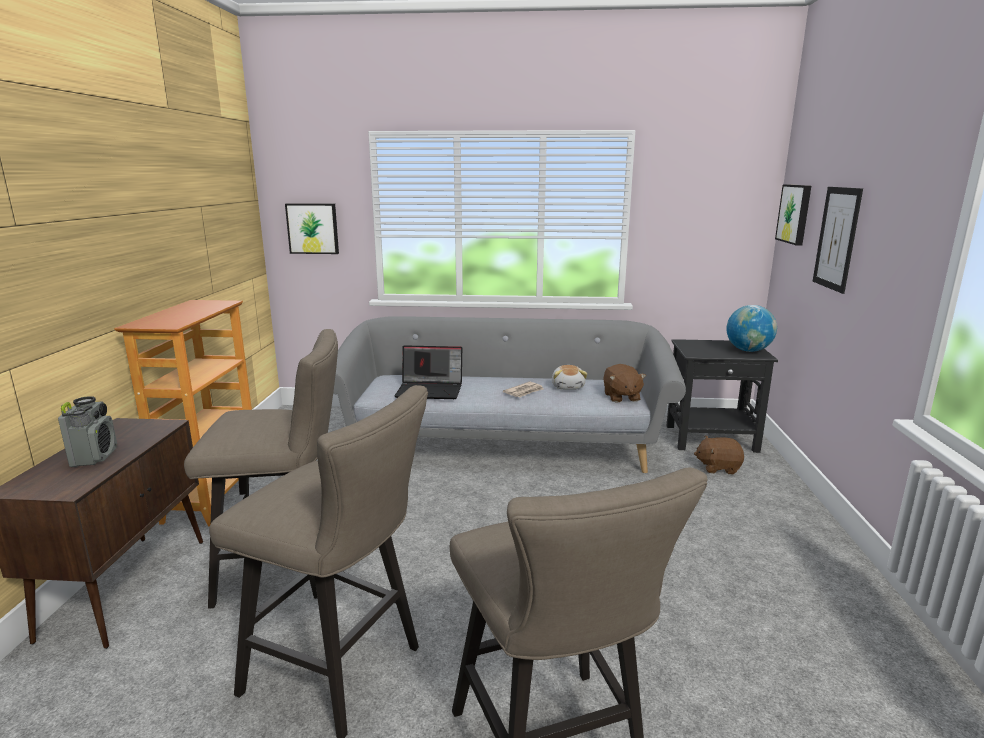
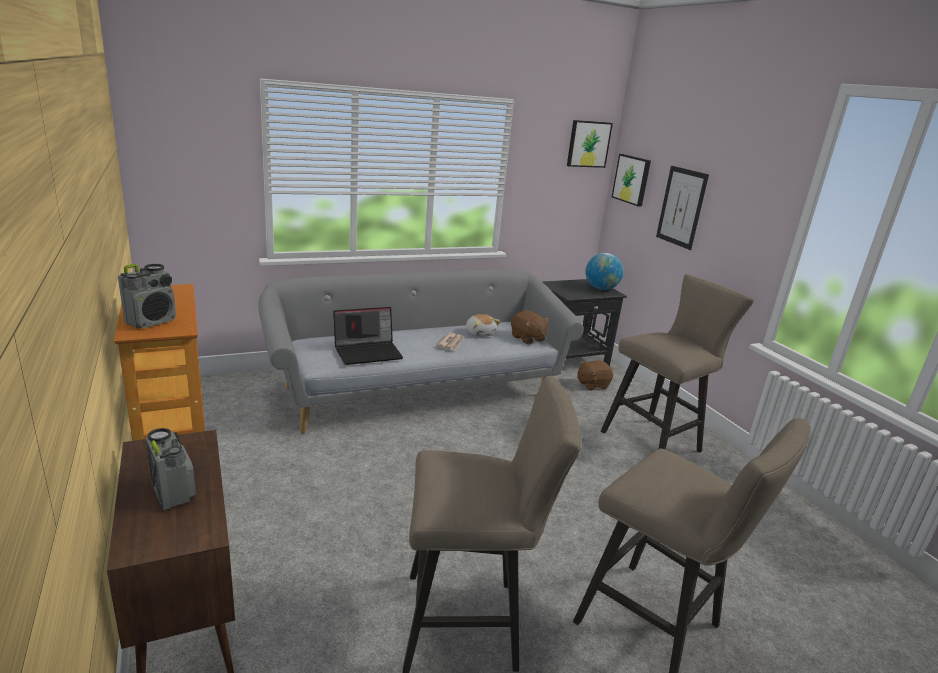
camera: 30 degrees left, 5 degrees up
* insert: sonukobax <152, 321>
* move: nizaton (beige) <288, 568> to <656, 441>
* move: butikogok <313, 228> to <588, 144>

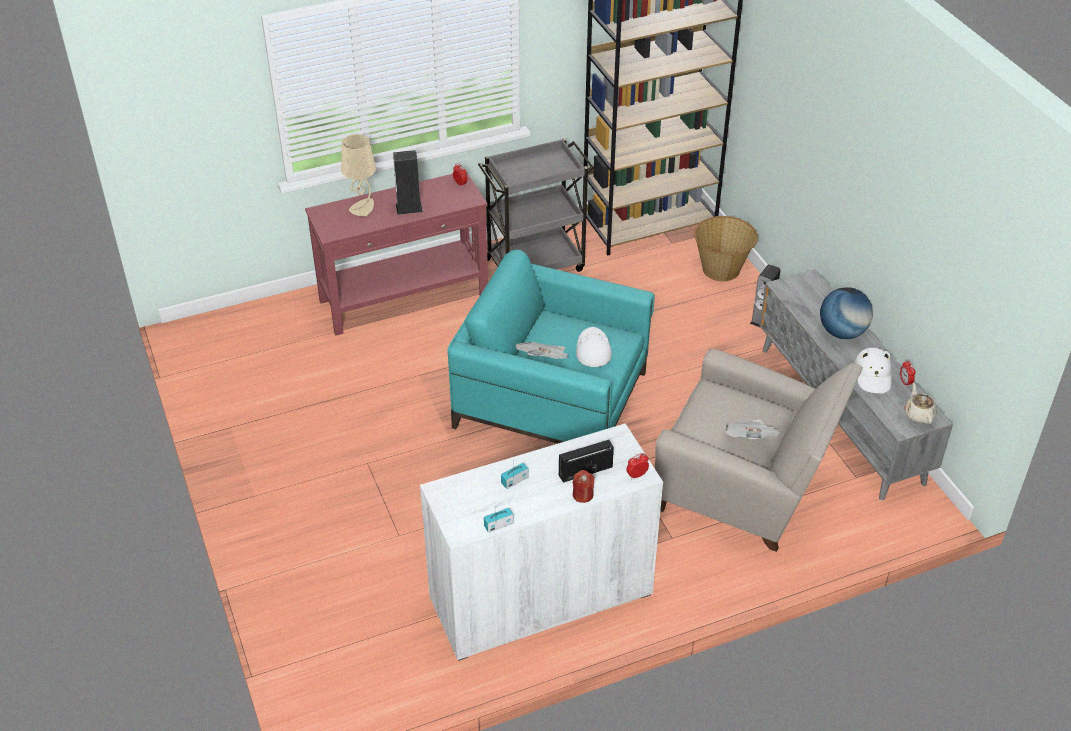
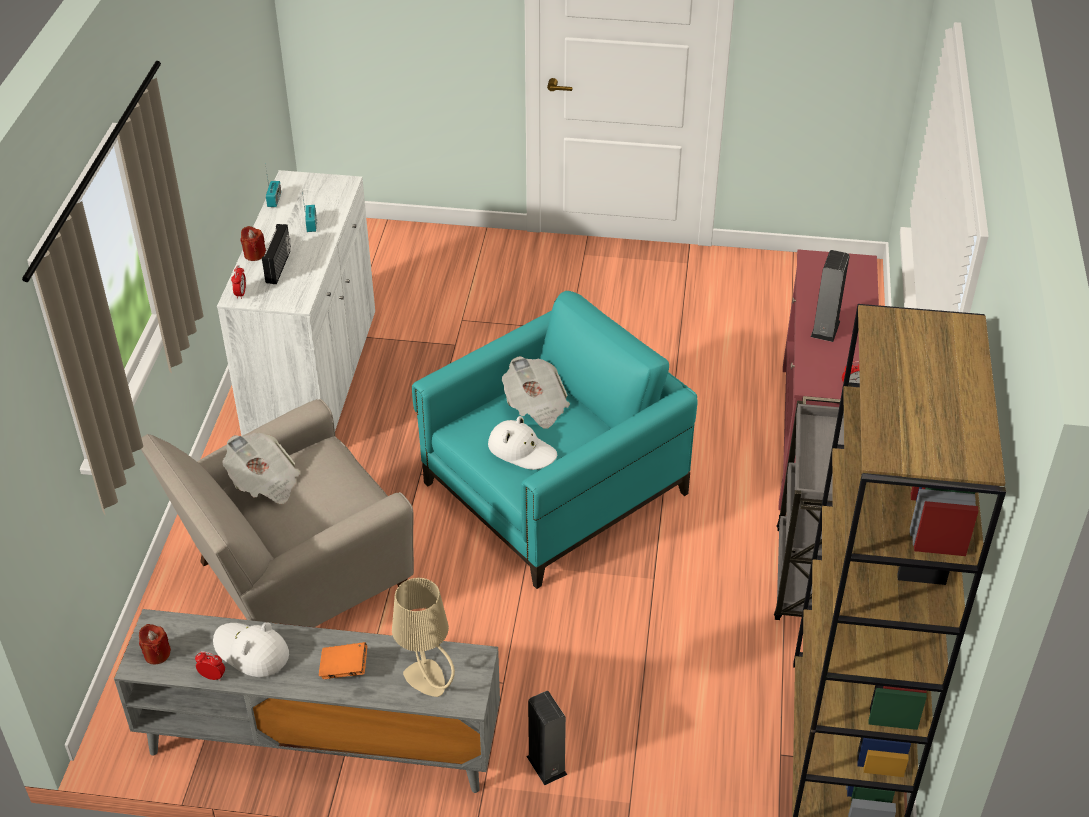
camera: 120 degrees right, 0 degrees up
* delete: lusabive <721, 270>
* move: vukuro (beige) <362, 208> to <427, 679>
* replace: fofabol <842, 332> to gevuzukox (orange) <344, 668>
* replace: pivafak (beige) <918, 414> to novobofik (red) <157, 654>

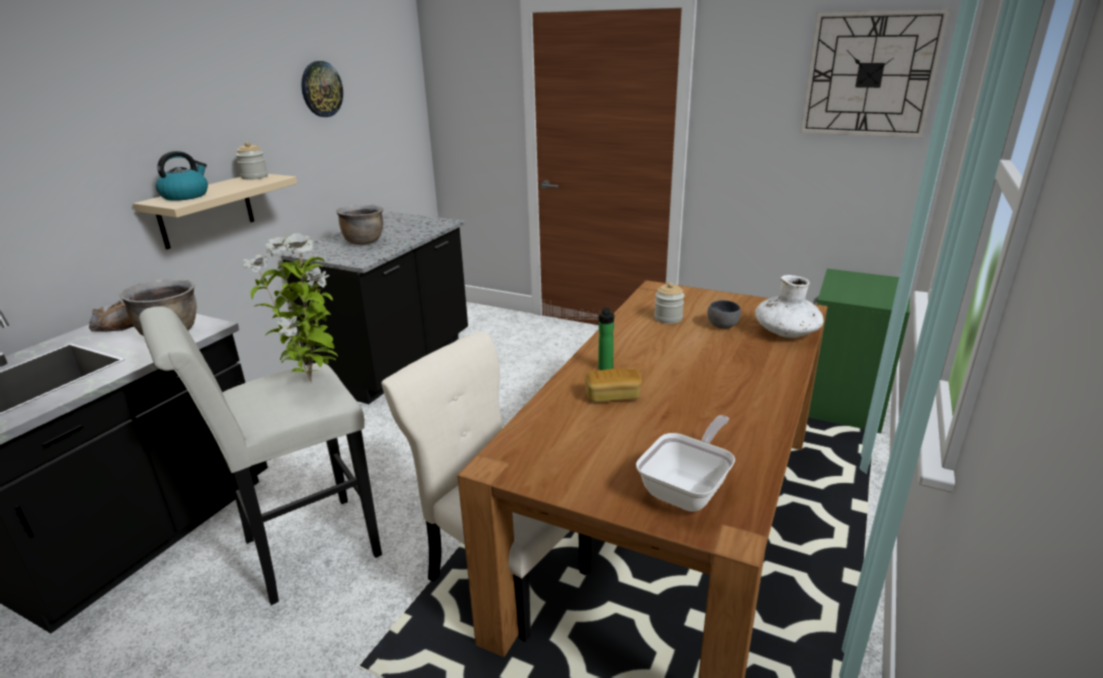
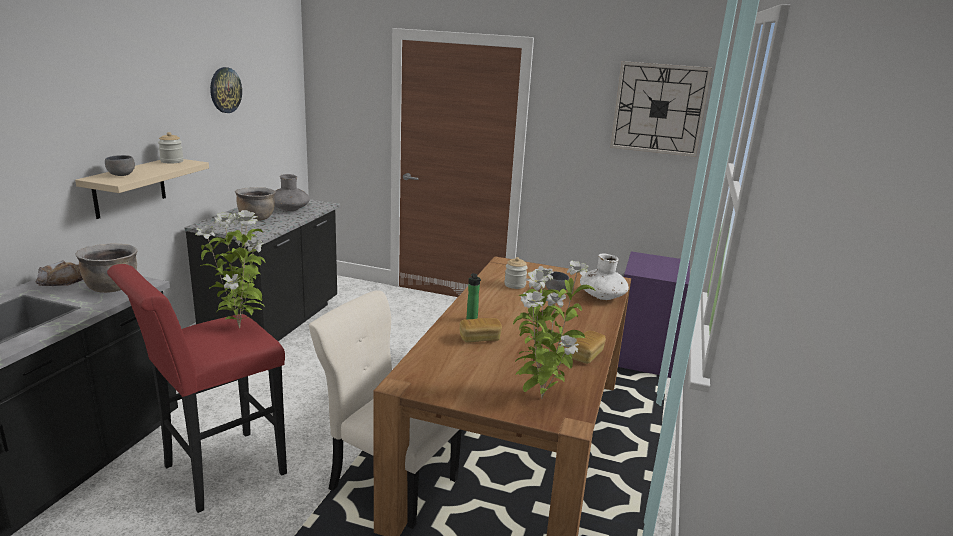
camera: 10 degrees left, 5 degrees down
* insert: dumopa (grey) <290, 209>
* insert: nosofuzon <586, 355>
* replace: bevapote <186, 196> to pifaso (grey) <120, 175>
* replace: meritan <688, 489> to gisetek <540, 397>
* recolor: nizaton (white) <301, 552> to nizaton (red) <216, 473>
* recolor: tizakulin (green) <841, 402> to tizakulin (purple) <642, 356>

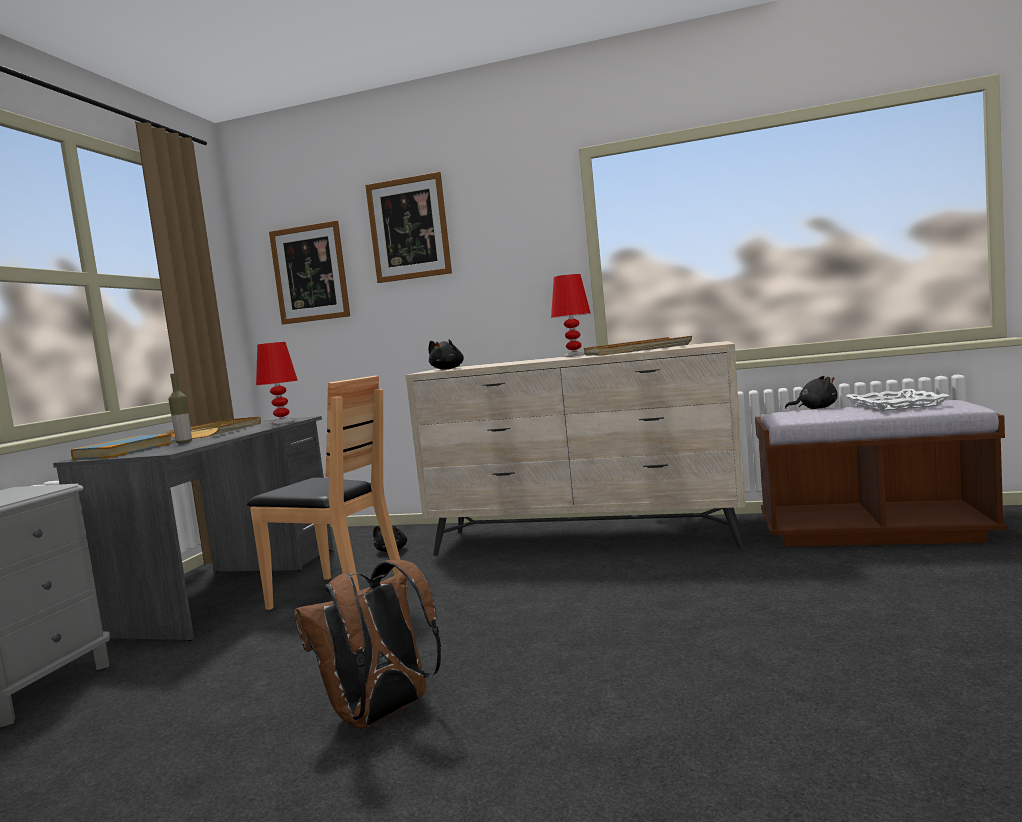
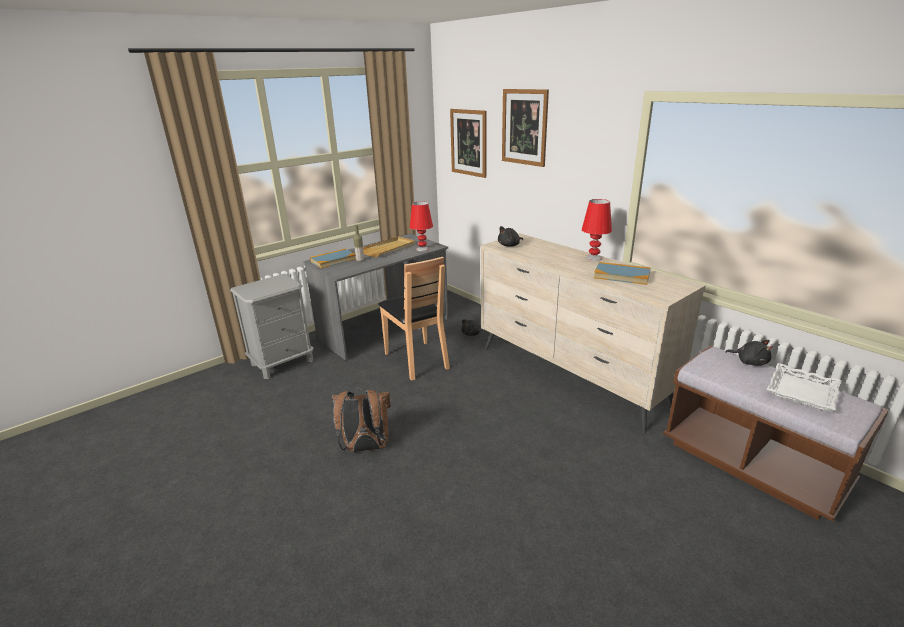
camera: 35 degrees right, 20 degrees up
* replace: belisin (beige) <636, 350> to gevuzukox <621, 275>

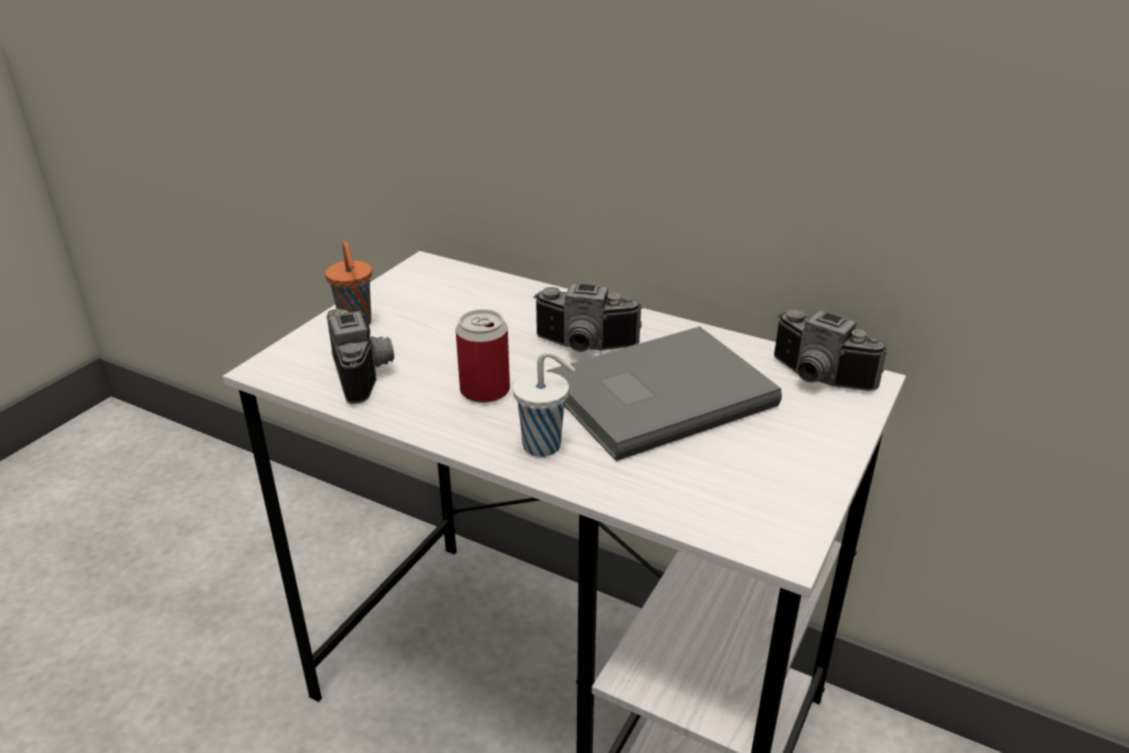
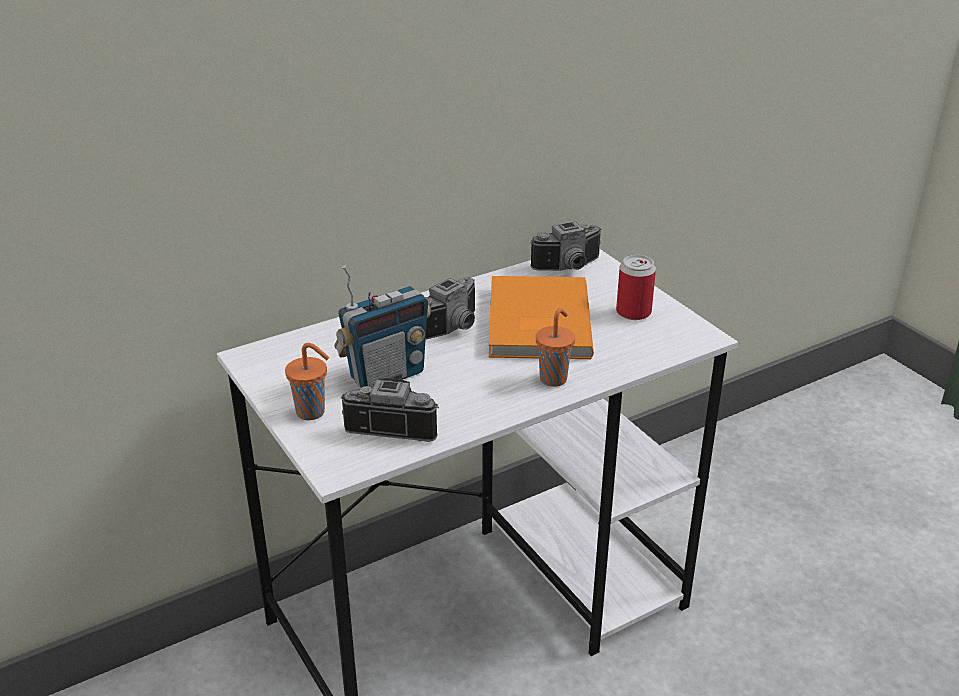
camera: 60 degrees left, 0 degrees up
* insert: sonukobax <386, 375>
* move: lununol <485, 391> to <633, 312>
* recolor: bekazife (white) <544, 446> to bekazife (orange) <554, 378>
* recolor: gevuzukox (grey) <655, 394> to gevuzukox (orange) <535, 323>

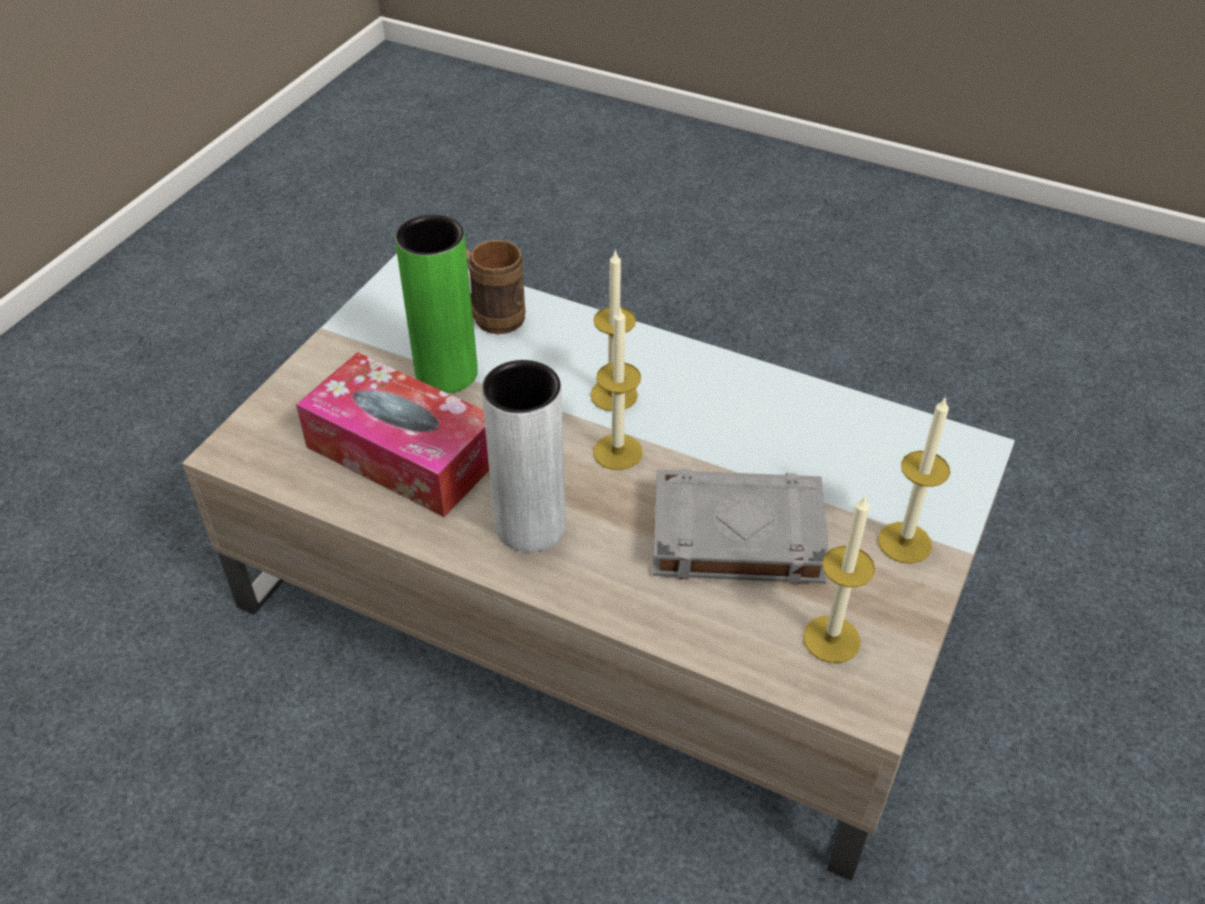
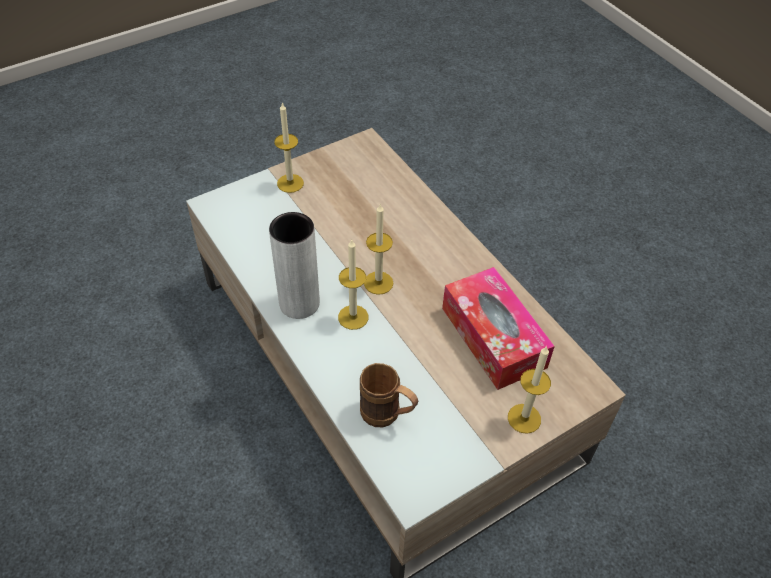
camera: 150 degrees left, 5 degrees up
* delete: dumopa (green) <446, 373>
* delete: gevuzukox (grey) <735, 535>
* move: dumopa (grey) <530, 526> to <299, 303>
* move: novobofik <831, 639> to <524, 418>

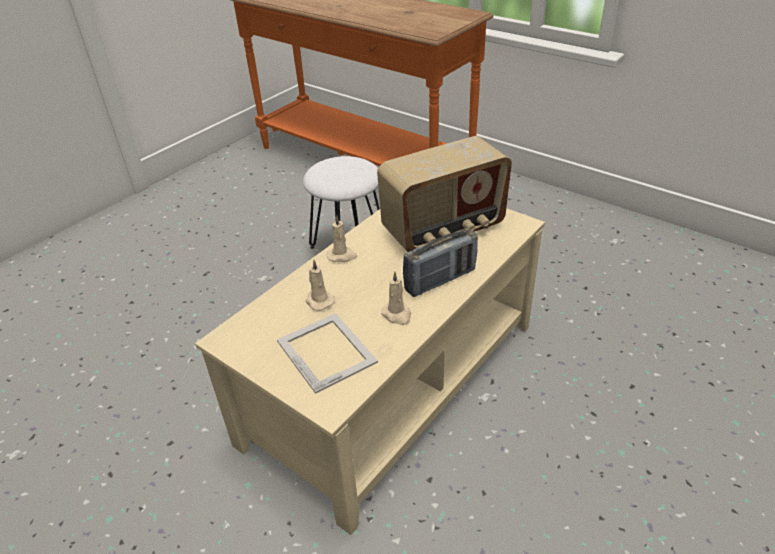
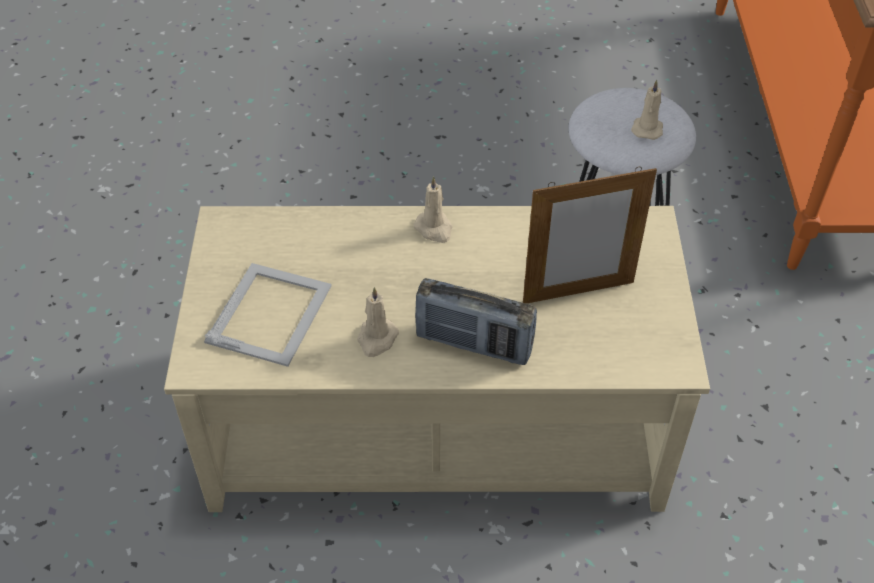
camera: 50 degrees right, 10 degrees up
* move: novobofik (beige) <319, 301> to <647, 128>
* replace: sonukobax <444, 230> to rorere <578, 292>

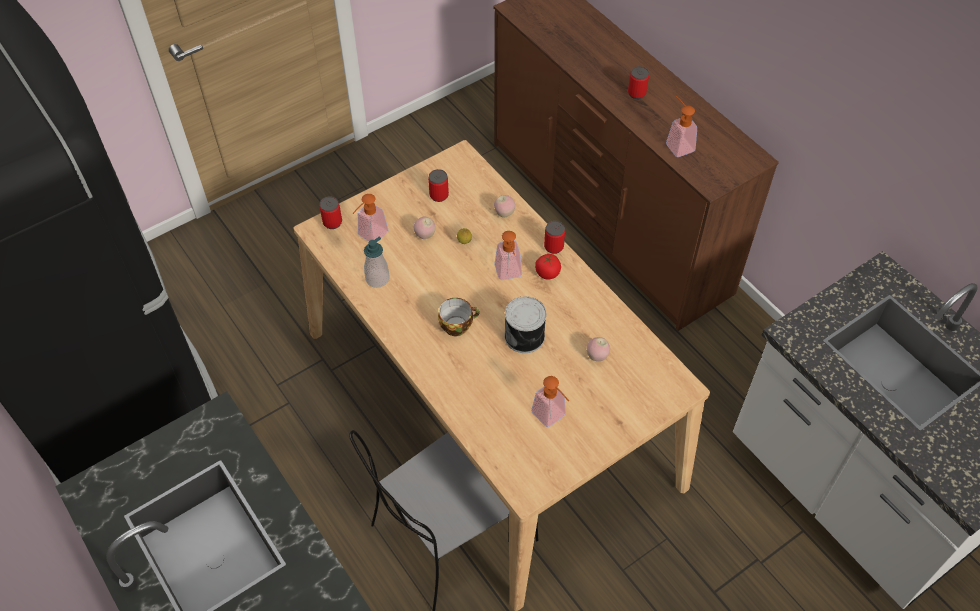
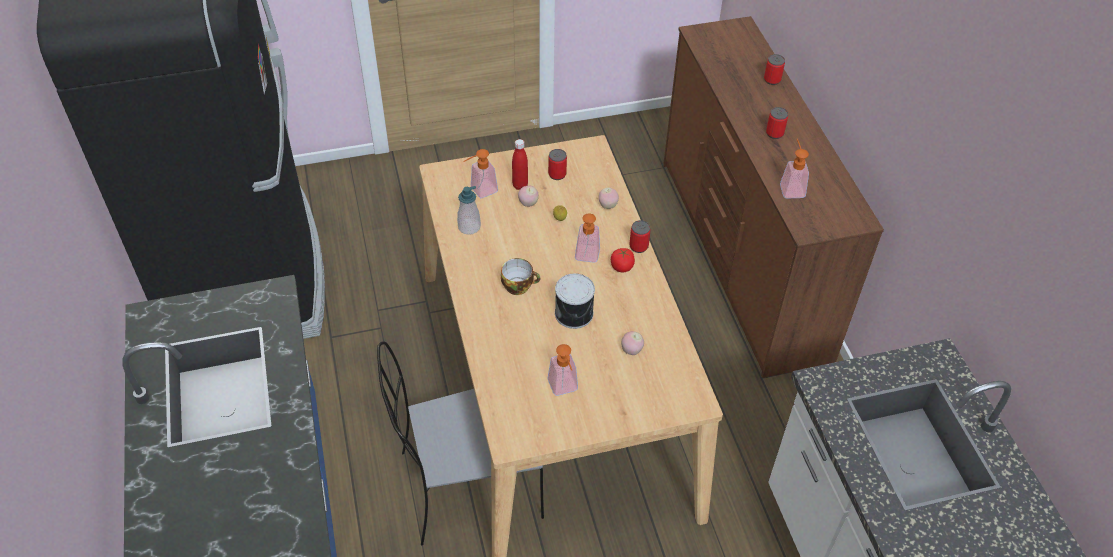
camera: 20 degrees right, 5 degrees down
* insert: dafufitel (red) <520, 185>
* move: lununol <332, 222> to <772, 80>

